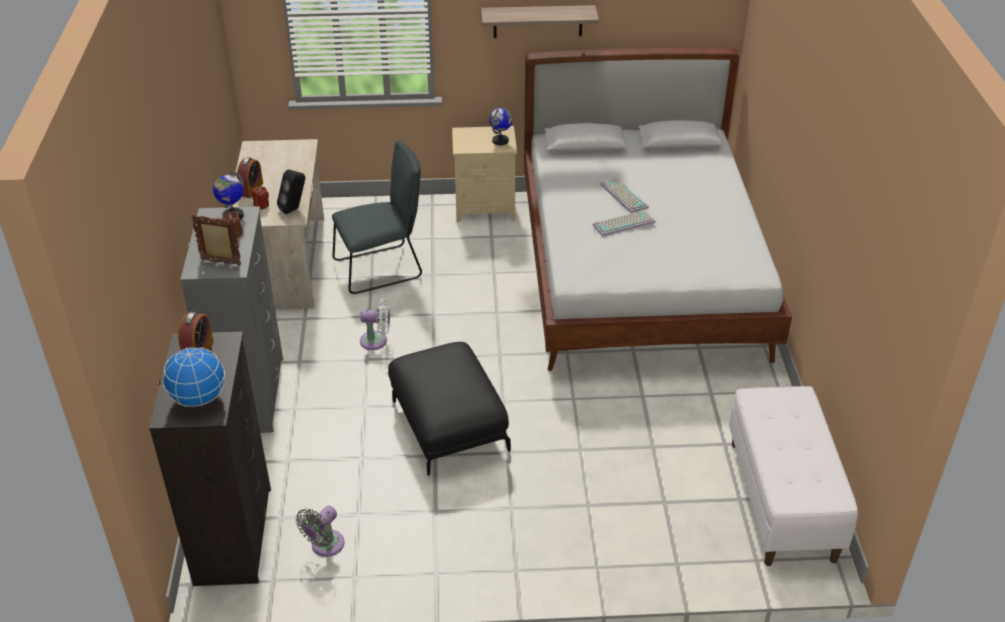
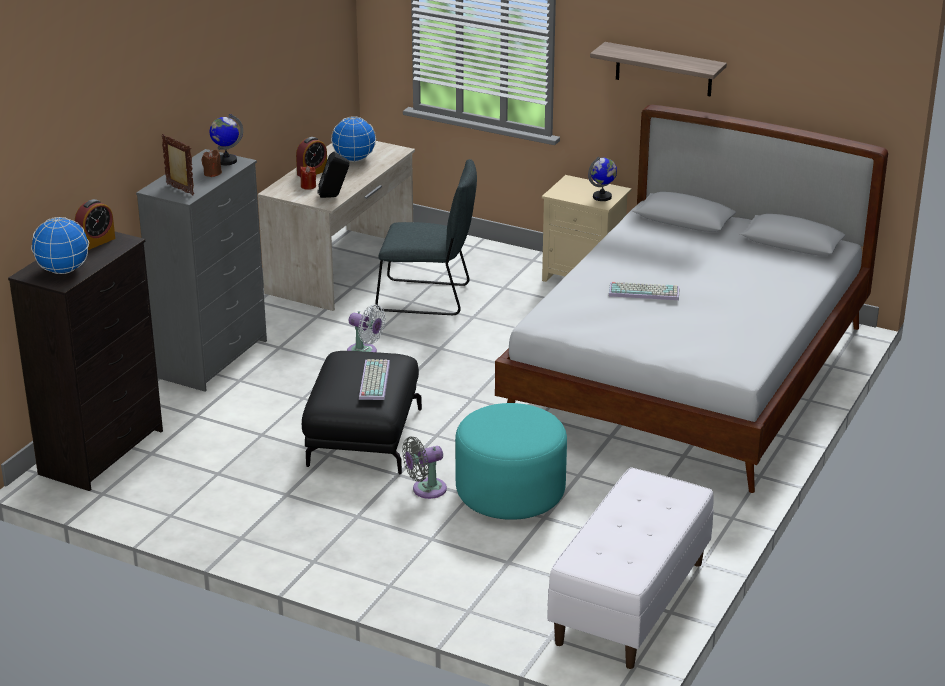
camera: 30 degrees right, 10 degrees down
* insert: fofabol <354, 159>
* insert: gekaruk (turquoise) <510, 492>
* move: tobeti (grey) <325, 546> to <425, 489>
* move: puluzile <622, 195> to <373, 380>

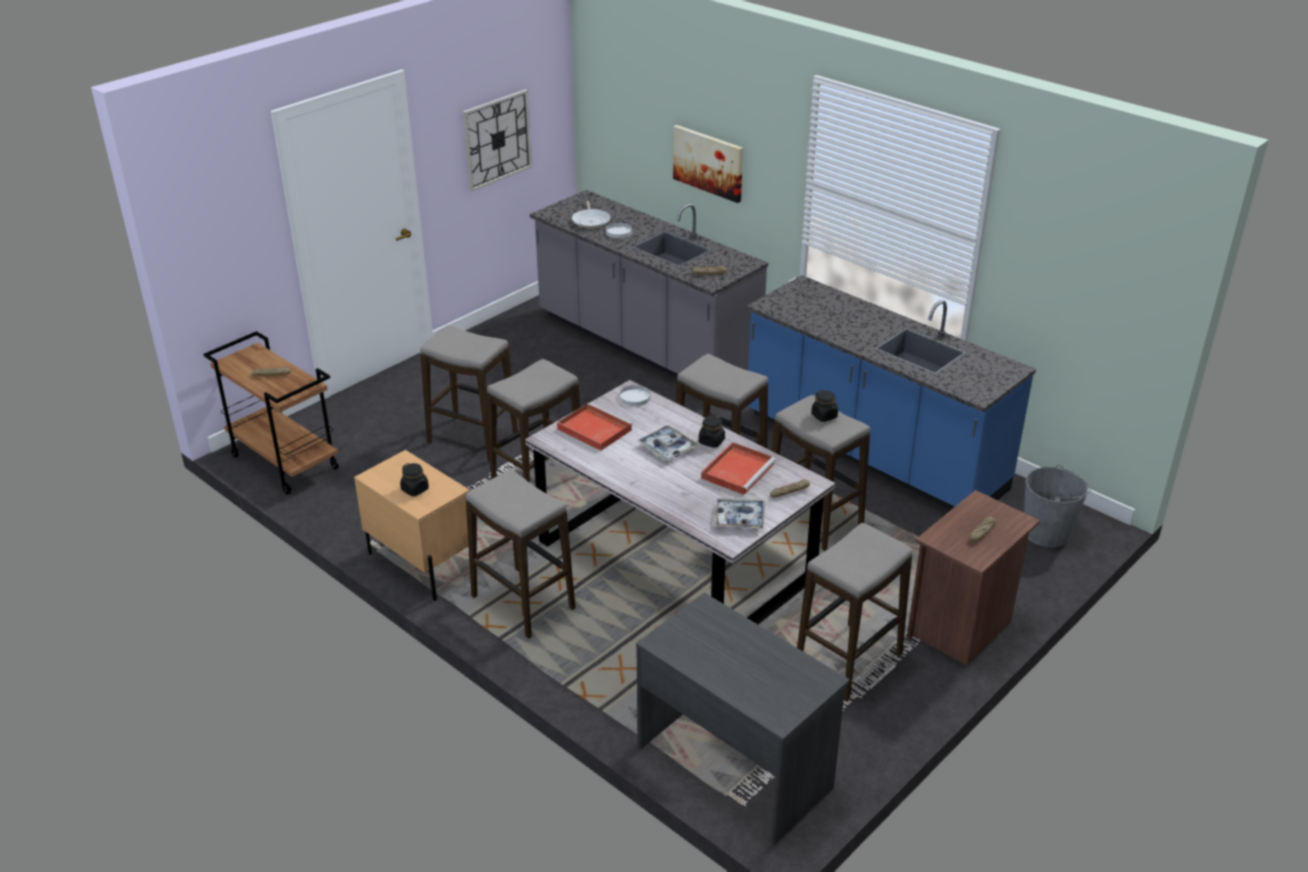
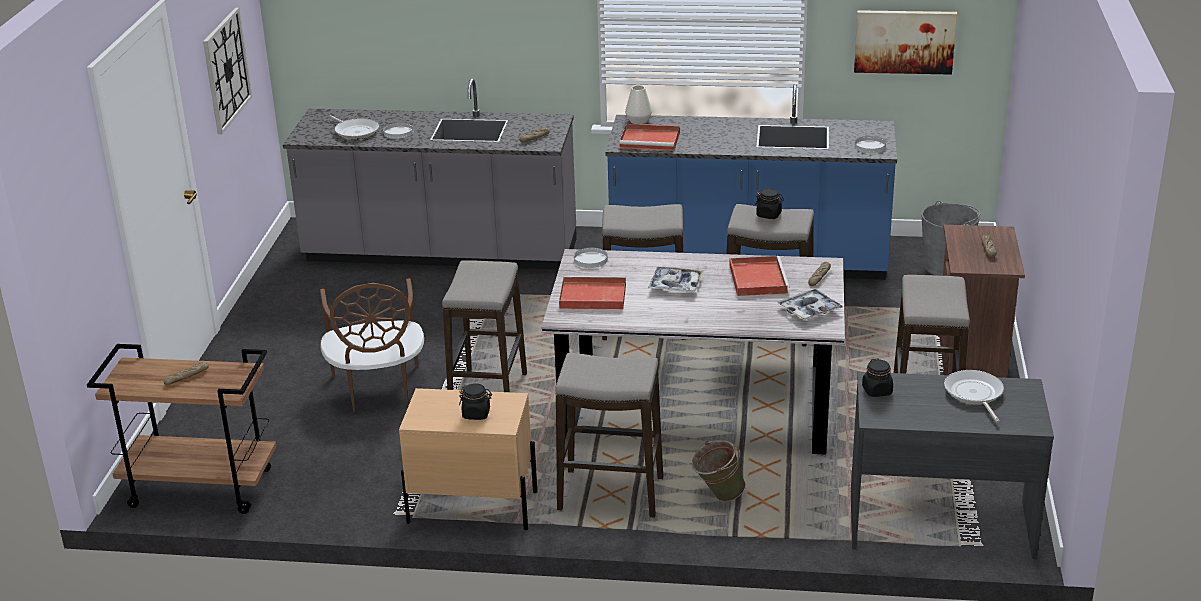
camera: 35 degrees left, 5 degrees down
* insert: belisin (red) <651, 140>
* insert: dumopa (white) <638, 121>
* insert: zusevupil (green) <717, 496>
* insert: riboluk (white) <870, 146>
* insert: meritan <974, 394>
* move: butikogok <708, 162> to <904, 41>
* move: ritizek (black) <711, 441> to <877, 391>
* replace: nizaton <473, 439> to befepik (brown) <377, 389>

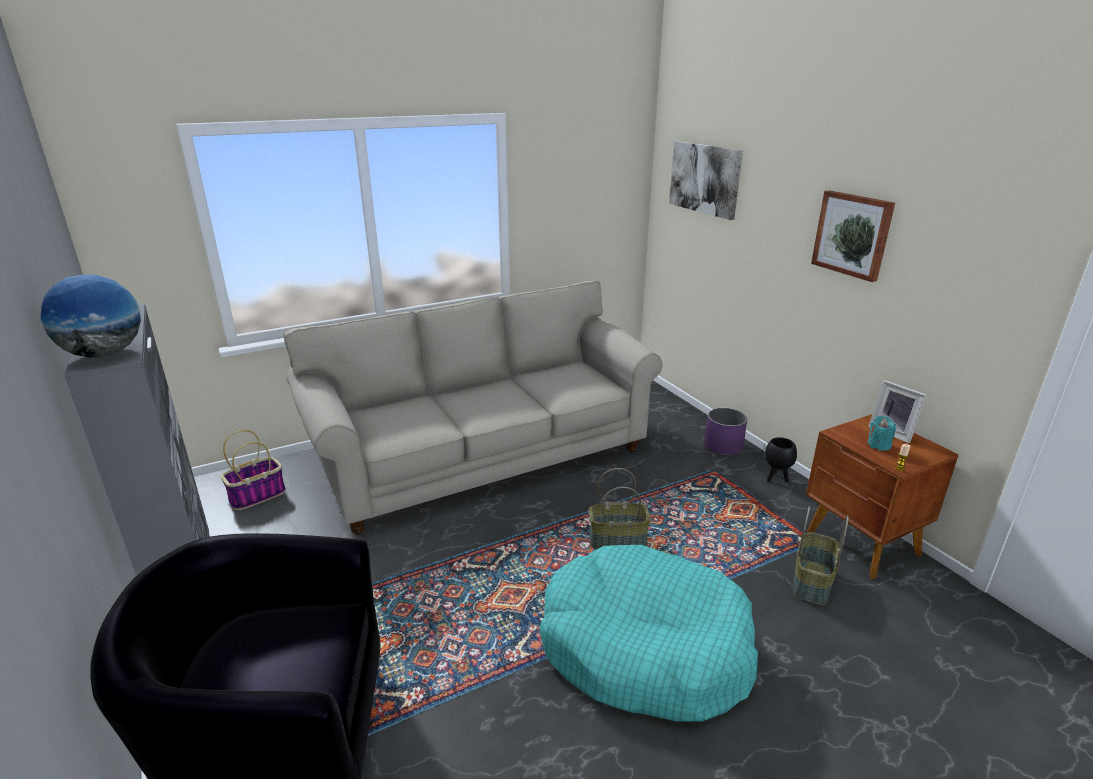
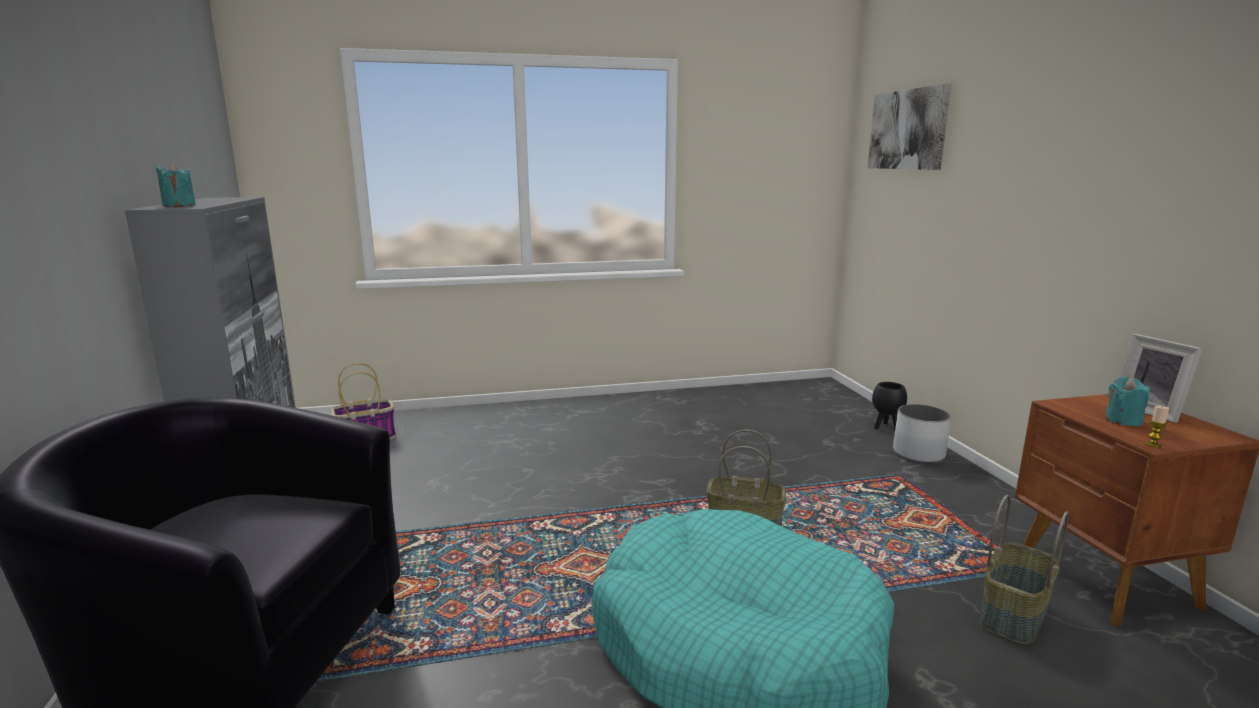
camera: 15 degrees right, 10 degrees down
* delete: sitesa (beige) <483, 458>
* delete: butikogok <852, 234>
* move: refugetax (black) <776, 478> to <886, 427>
* replace: fofabol <104, 354> to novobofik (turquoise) <179, 206>
* recolor: refugetax (purple) <723, 446> to refugetax (white) <918, 454>

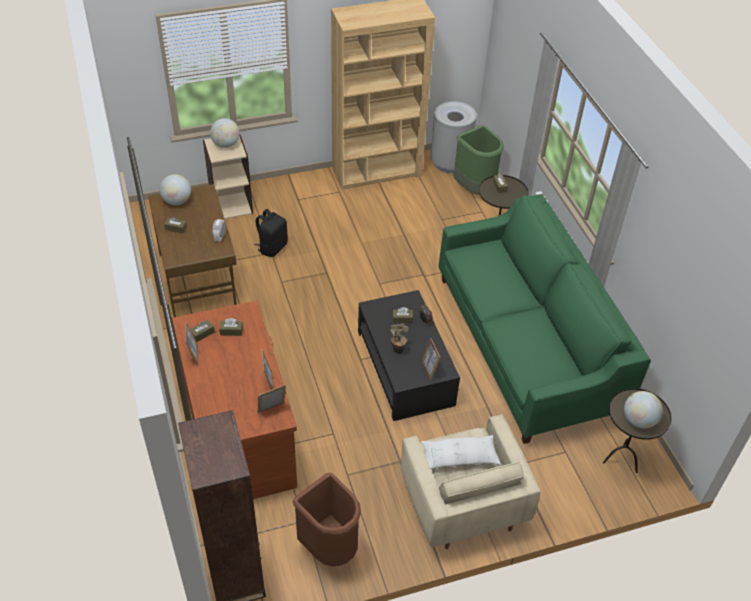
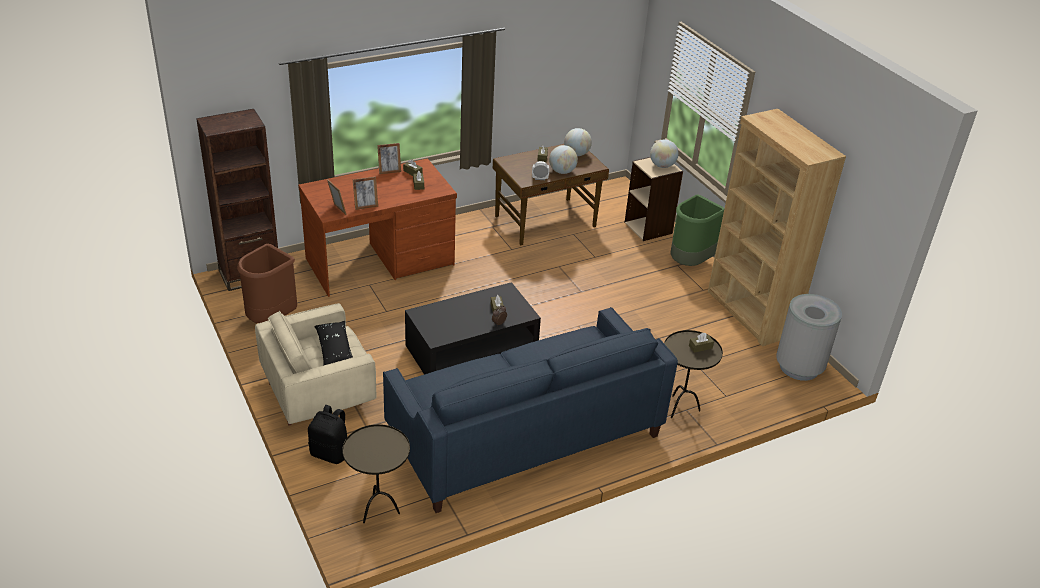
camera: 80 degrees right, 10 degrees down
* delete: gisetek <398, 349>
* delete: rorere <429, 370>
* move: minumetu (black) <272, 247> to <331, 453>
* move: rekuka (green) <475, 189> to <689, 262>
* move: fofabol <638, 420> to <562, 171>
* recolor: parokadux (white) <459, 457> to parokadux (black) <334, 351>
* recolor: sitesa (green) <526, 345> to sitesa (blue) <524, 434>

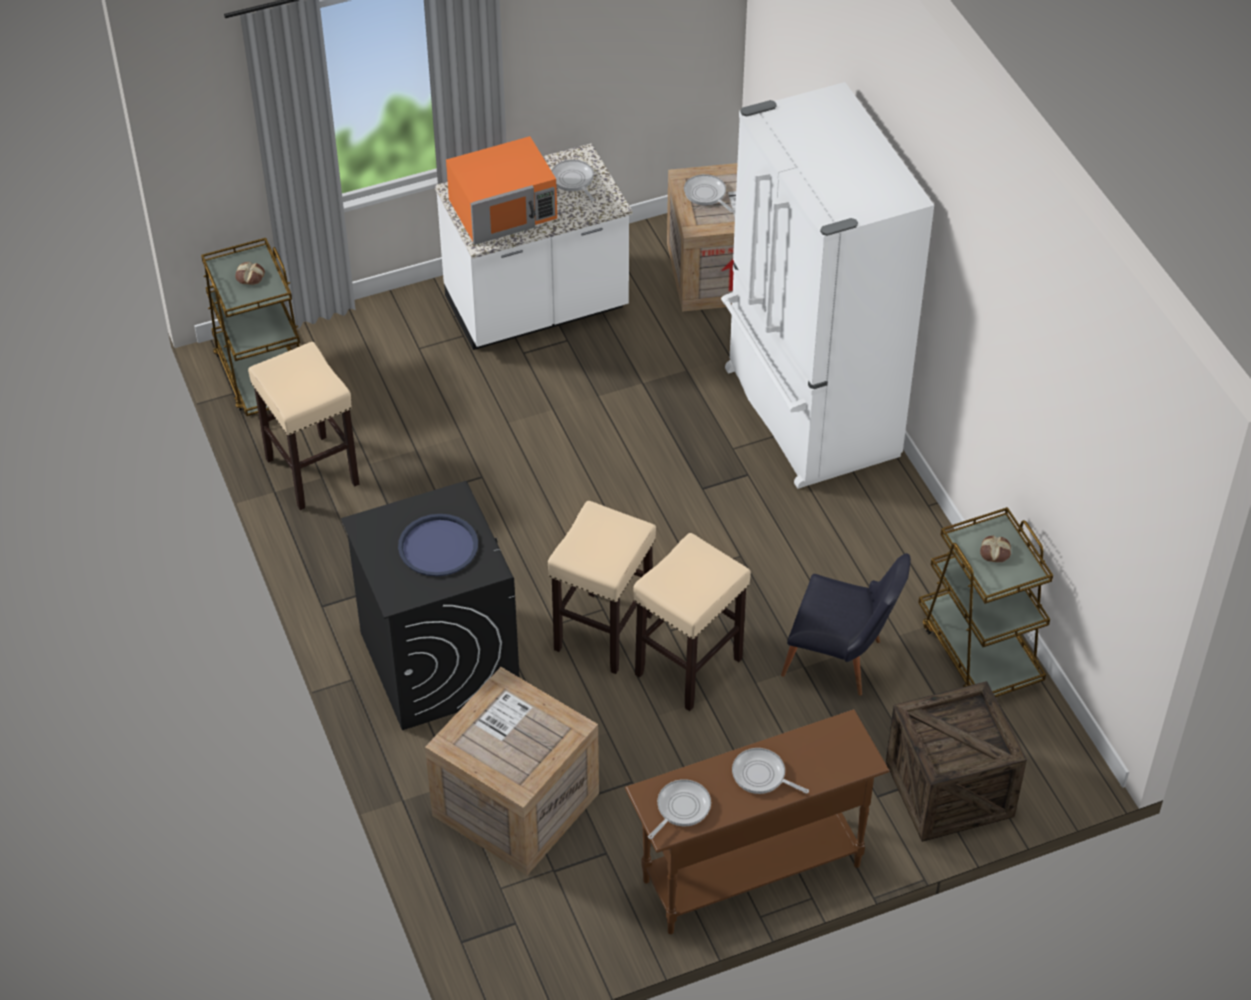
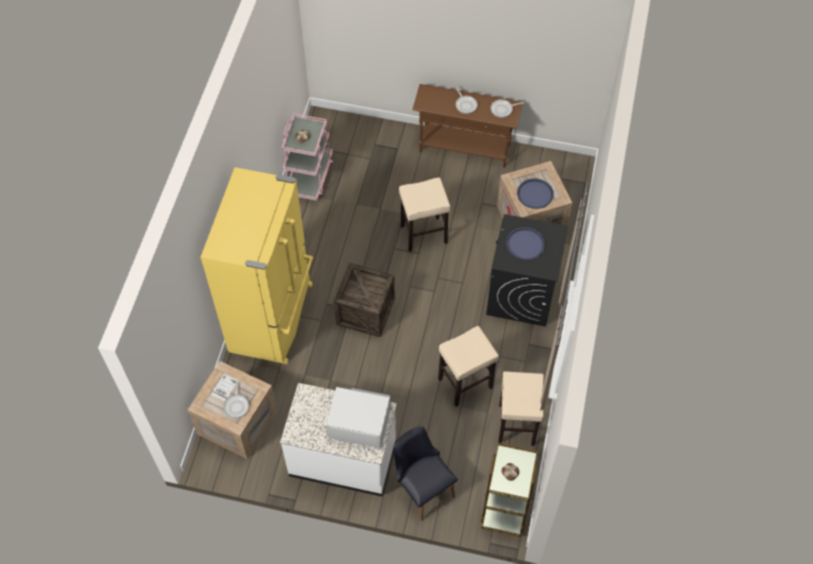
camera: 145 degrees left, 10 degrees up
* delete: meritan <573, 180>
* insert: belisin (blue) <535, 194>
* move: nizaton (beige) <603, 633> to <465, 383>
* move: befepik (black) <841, 661> to <422, 486>
* move: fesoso <949, 789> to <365, 311>
* recolor: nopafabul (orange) <504, 209> to nopafabul (white) <359, 423>
* recolor: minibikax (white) <807, 414> to minibikax (yellow) <273, 317>
* recolor: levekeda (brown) <979, 651> to levekeda (pink) <309, 176>

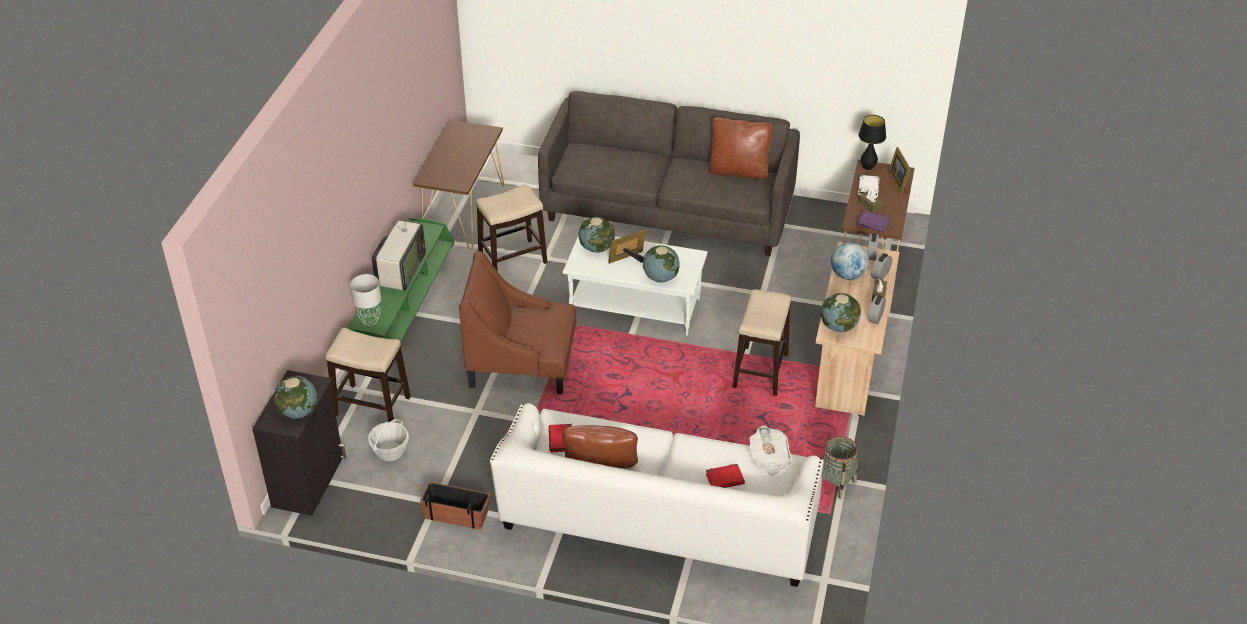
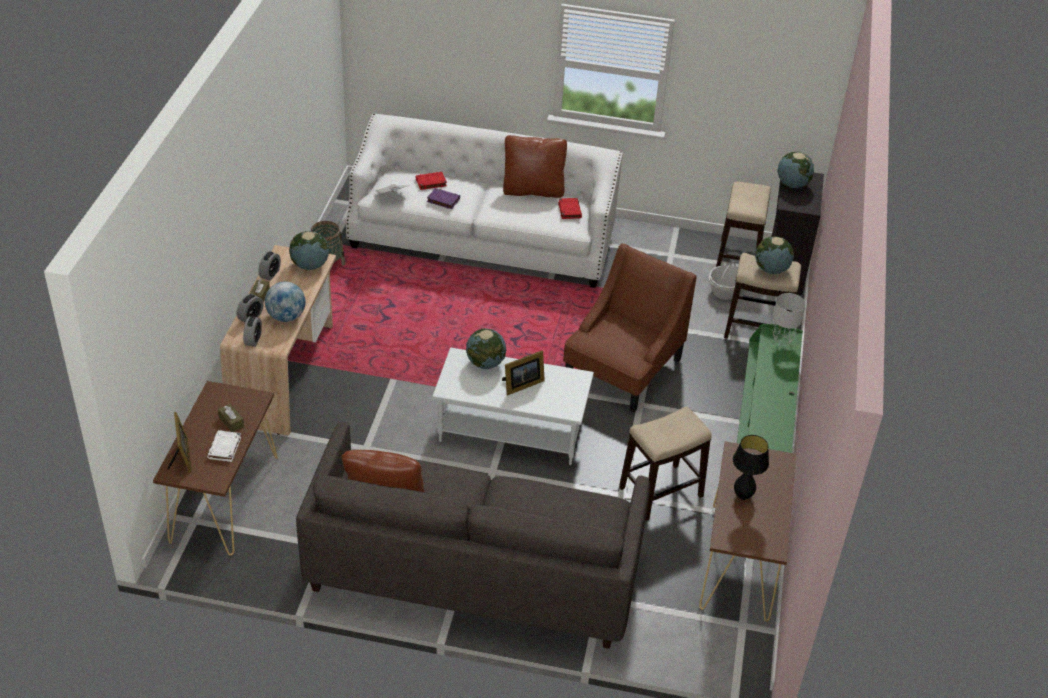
camera: 175 degrees right, 0 degrees up
* delete: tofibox <400, 272>
* delete: refugetax <456, 515>
* move: fofabol <597, 248> to <771, 270>
* move: nizaton <760, 370> to <738, 259>
* move: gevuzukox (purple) <873, 223> to <443, 200>
* move: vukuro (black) <868, 167> to <742, 496>
* rotate: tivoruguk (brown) <522, 363> = <623, 369> 60 degrees counterclockwise

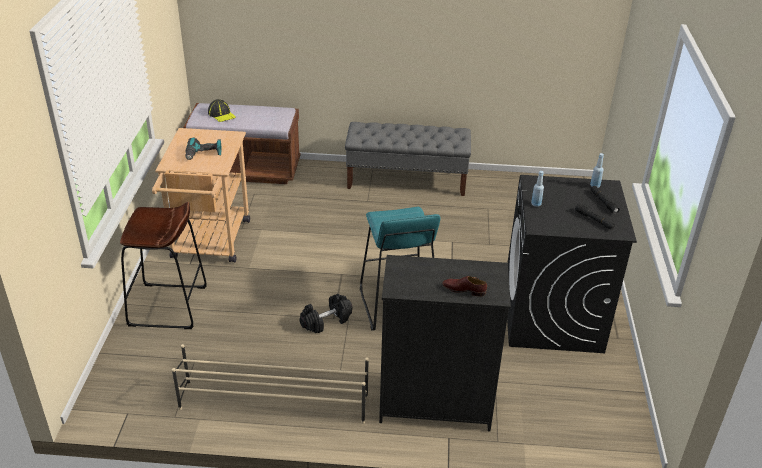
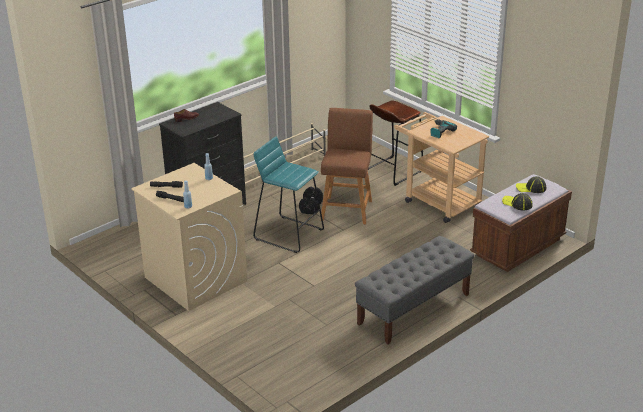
camera: 135 degrees right, 5 degrees down
* insert: nizaton (brown) <347, 209>
* insert: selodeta <517, 204>
* recolor: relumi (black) <553, 316> to relumi (beige) <195, 279>

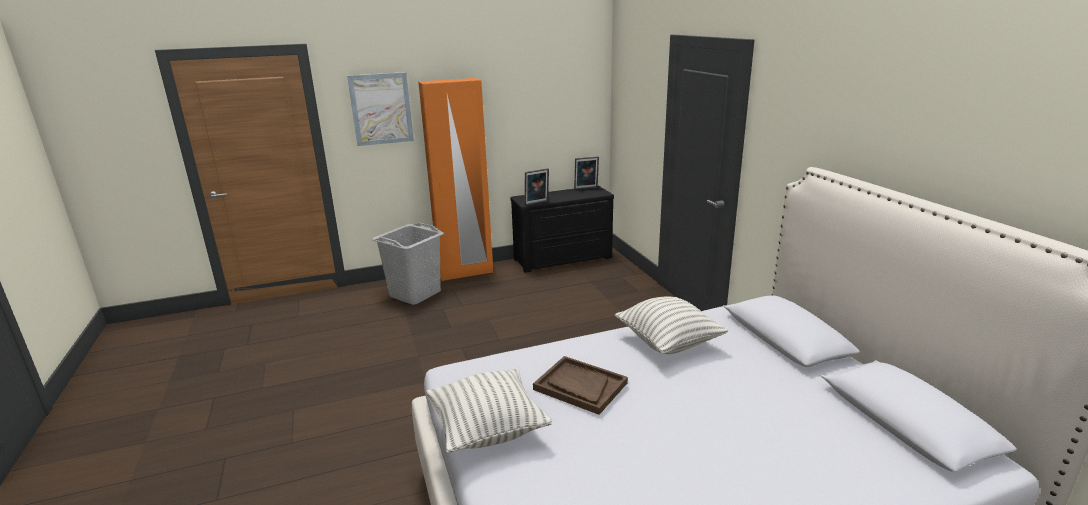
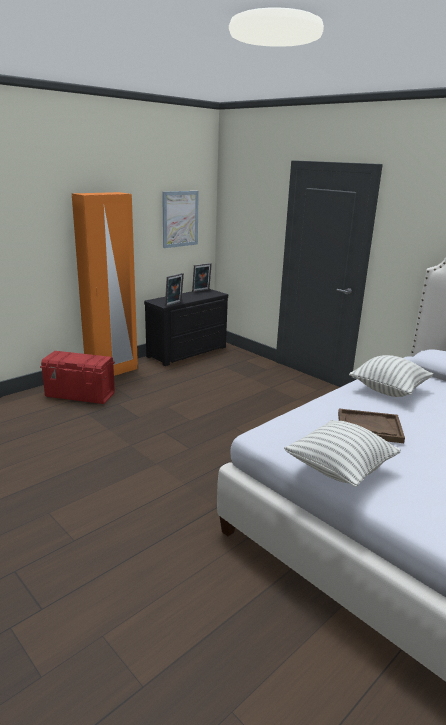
camera: 25 degrees left, 0 degrees up
* move: butikogok <381, 109> to <180, 219>
* replace: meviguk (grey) <415, 294> to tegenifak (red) <80, 395>

